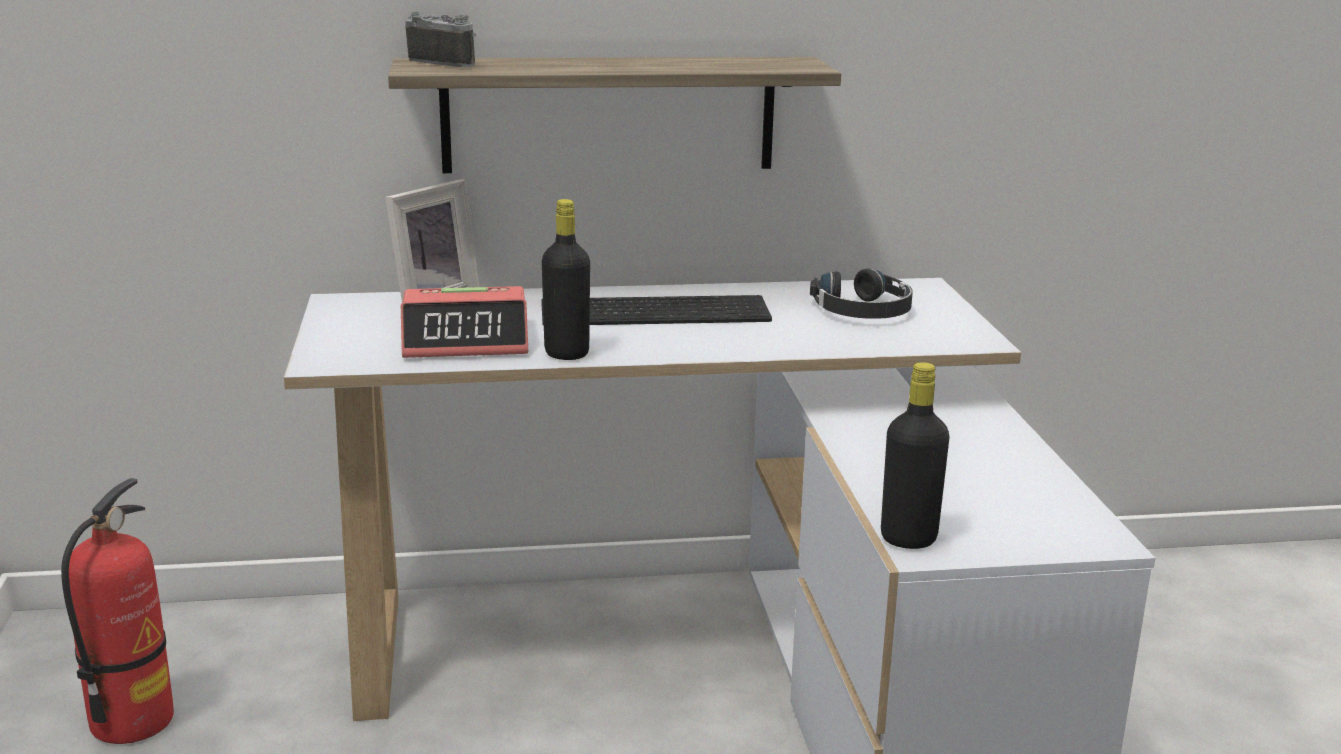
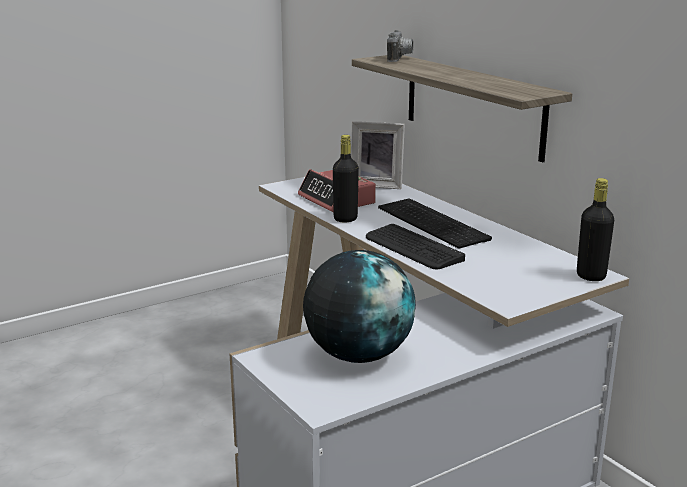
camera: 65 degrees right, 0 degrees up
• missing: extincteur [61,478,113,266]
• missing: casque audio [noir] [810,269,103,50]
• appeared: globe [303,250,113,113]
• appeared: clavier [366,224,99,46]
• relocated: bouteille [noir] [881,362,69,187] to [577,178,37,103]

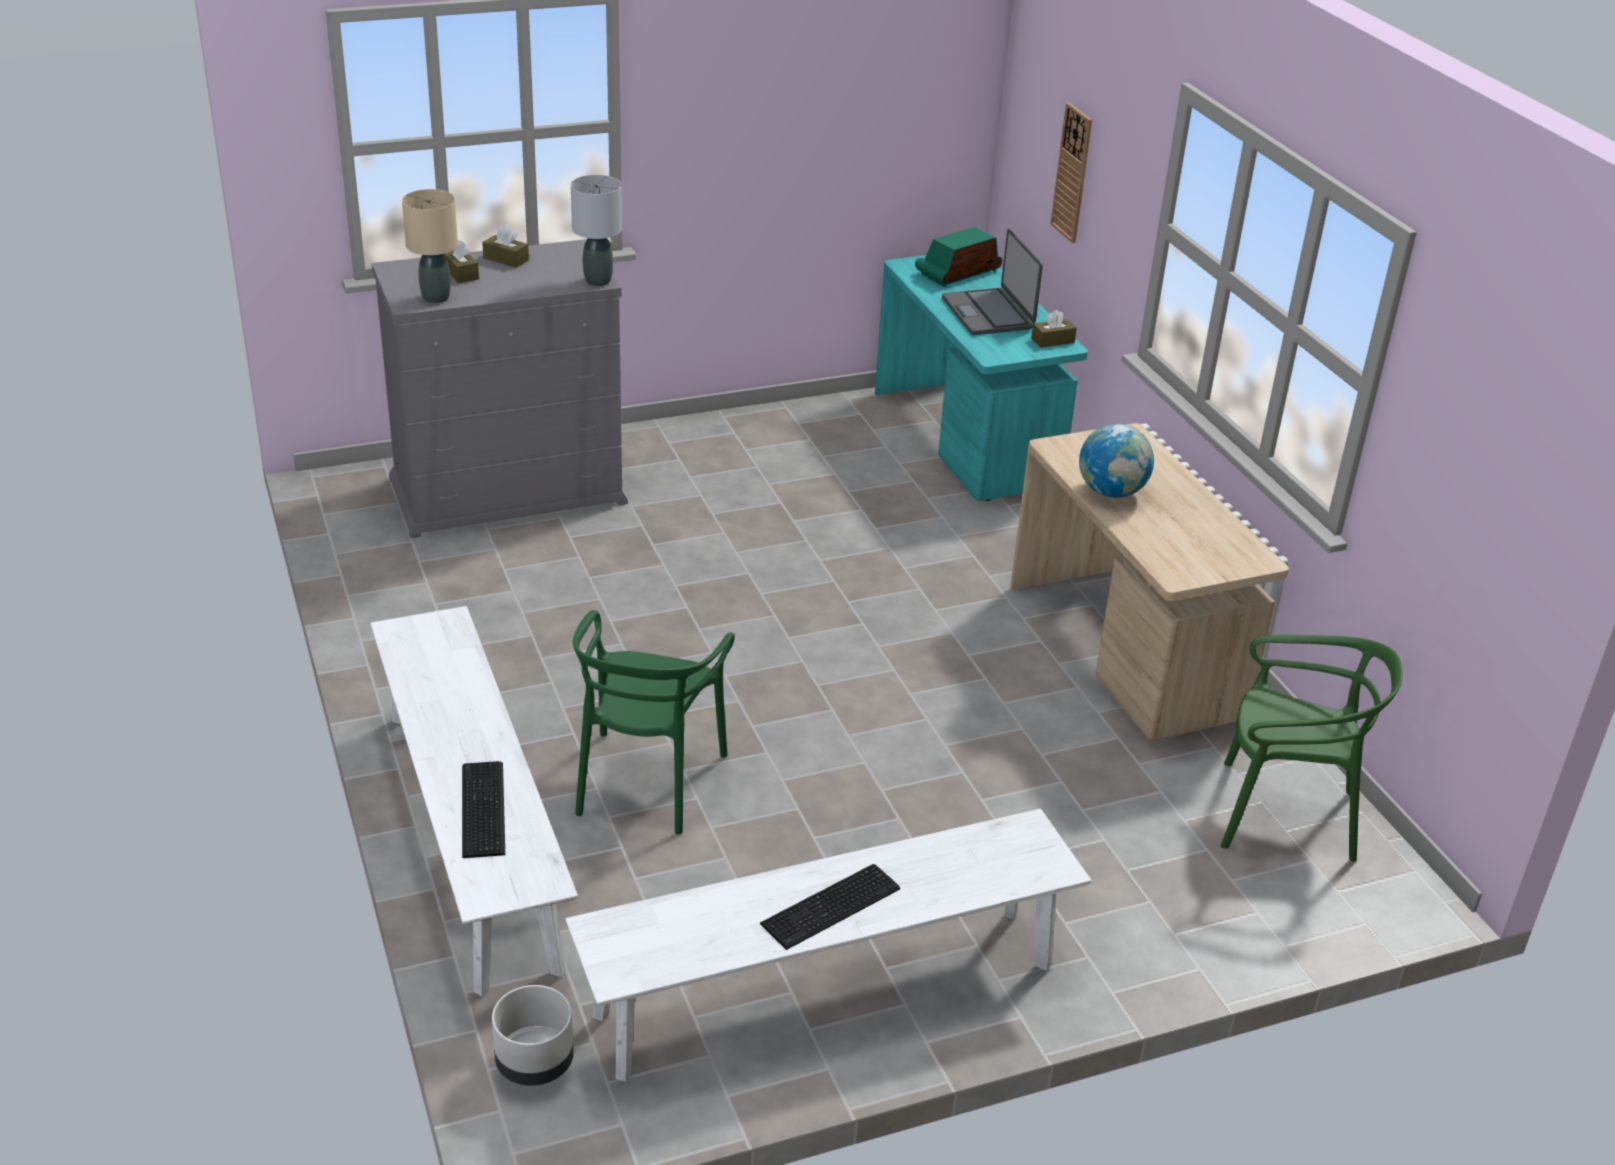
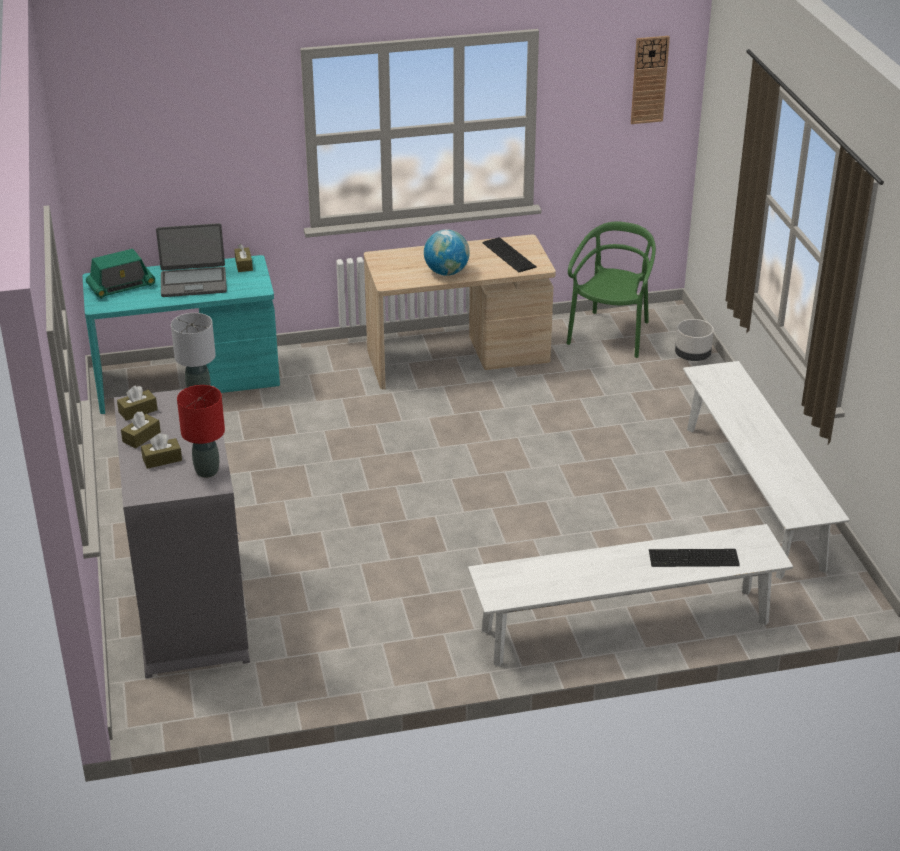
camera: 80 degrees left, 0 degrees up
• missing: chaise [vert] [573,610,162,224]
• appeared: boîte à mouchoirs [marron] [117,386,41,35]
• relocated: cache-pot [gris] [492,985,82,101] to [675,319,39,42]
• relocated: clavier [760,864,140,86] to [483,237,54,35]
• relocated: horloge murale [1051,103,41,140] to [631,36,39,88]
• colour: lampe de table [beige] [402,189,56,114] to lampe de table [rouge] [177,385,48,93]
• spun: radio [915,227,87,60] = [86,249,69,50] 90 degrees counterclockwise

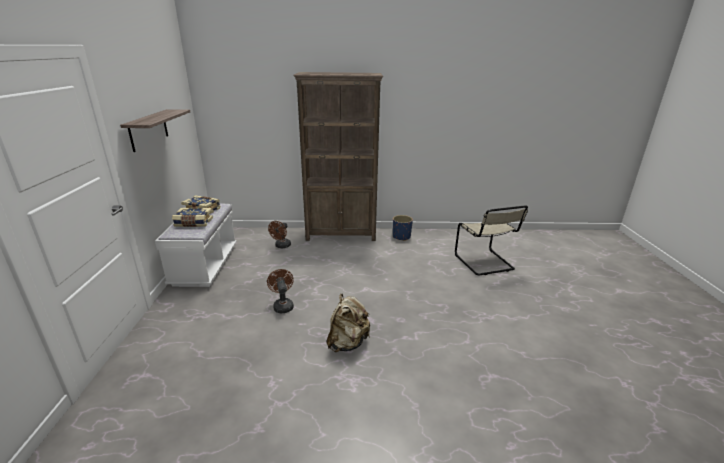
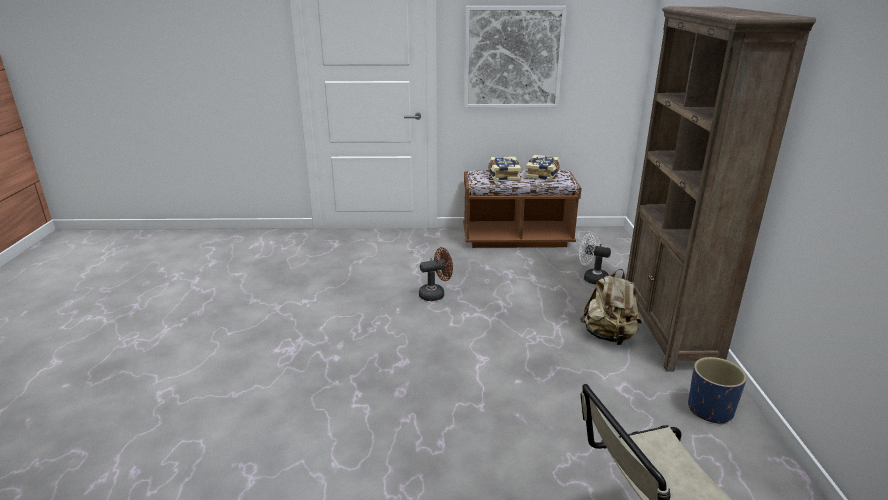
camera: 90 degrees right, 0 degrees up
• relocated: sac à dos [beige] [327,294,43,58] to [580,269,62,76]
• exchanged: étagère [120,109,70,43] to tableau [464,6,103,102]
• colour: banc [blanc] [155,204,82,83] to banc [marron] [463,170,118,78]
• colour: ventilateur [marron] [268,221,23,27] to ventilateur [blanc] [579,233,32,51]

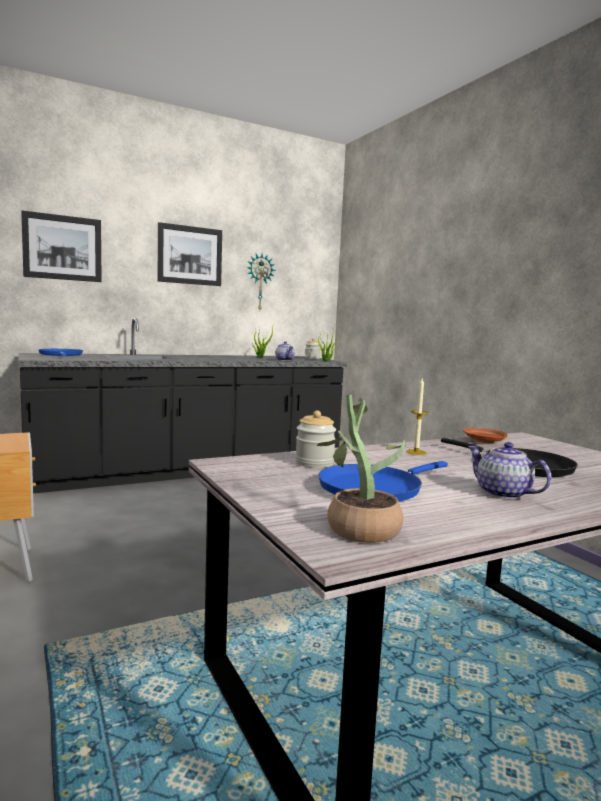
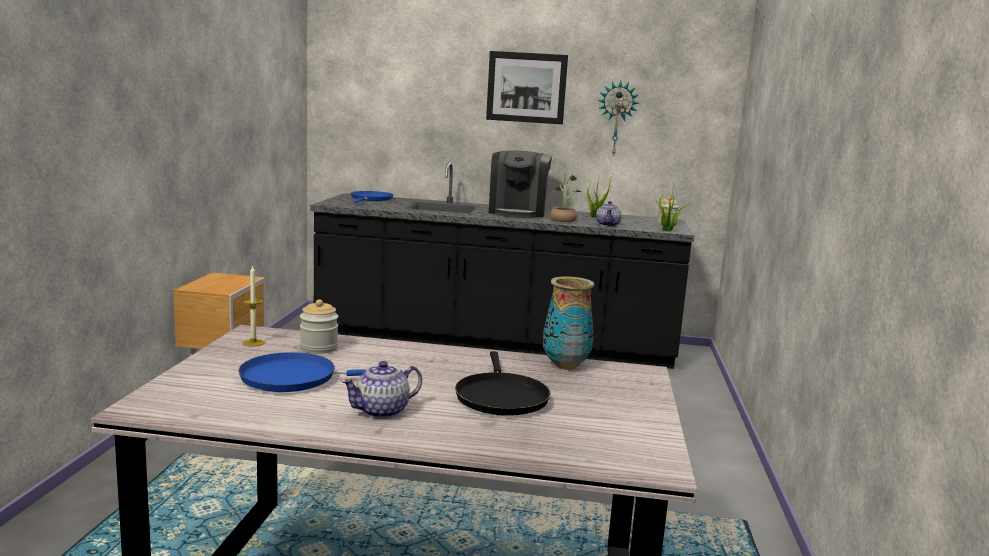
camera: 35 degrees right, 5 degrees up
• missing: tableau [21,210,81,72]
• appeared: machine à café [489,150,63,68]
• relocated: plante en pot [317,395,89,148] to [550,171,31,51]
• relocated: bougie [406,378,22,77] to [243,265,22,82]
• exchanged: assiette [marron] [463,428,45,15] to vase [543,276,52,93]
• spun: théière [467,442,85,57] = [341,361,81,58] 120 degrees counterclockwise

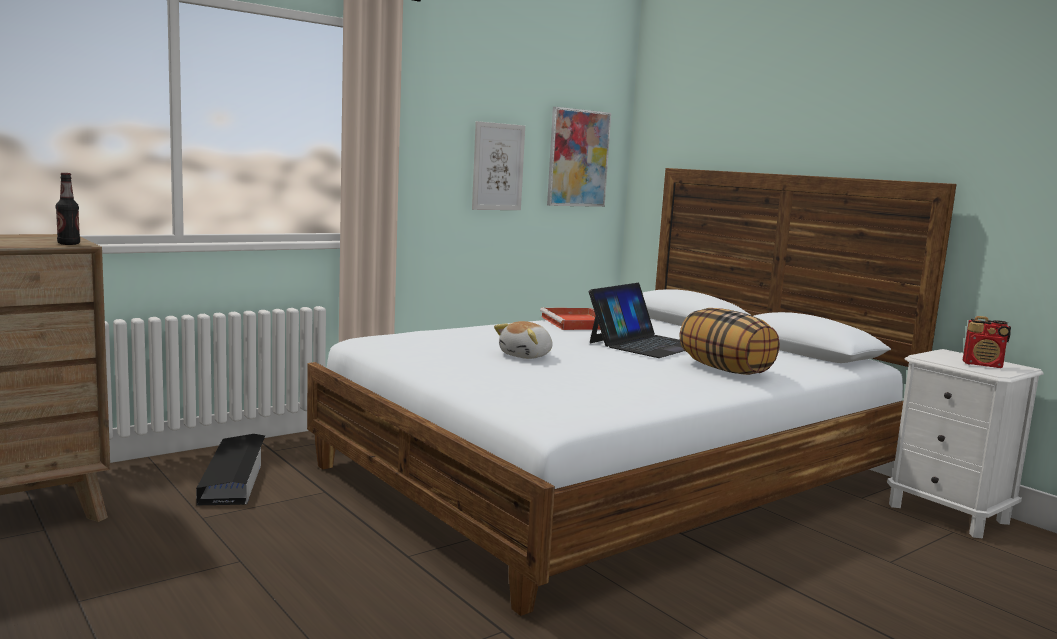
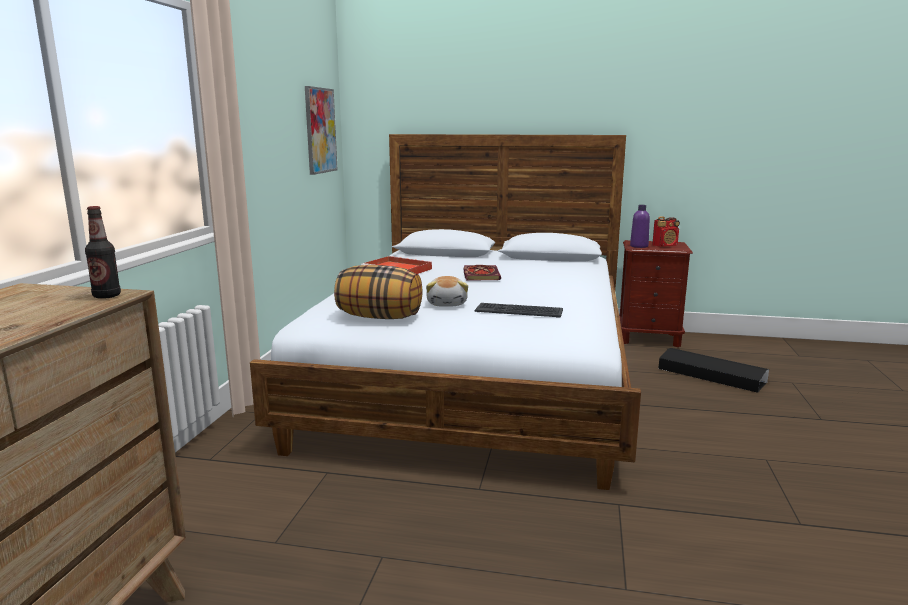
camera: 40 degrees left, 5 degrees up
• missing: tableau [472,121,53,89]
• appeared: clavier [475,303,88,15]
• appeared: bouteille [violet] [630,205,20,43]
• relocated: boîte de rangement [noir] [196,434,69,71] to [658,348,111,45]
• relocated: coussin [680,308,99,67] to [334,265,89,54]
• exchanged: ordinateur portable [589,283,96,75] to livre [463,265,38,16]
• colour: table de chevet [blanc] [887,349,157,189] to table de chevet [marron] [619,240,74,107]

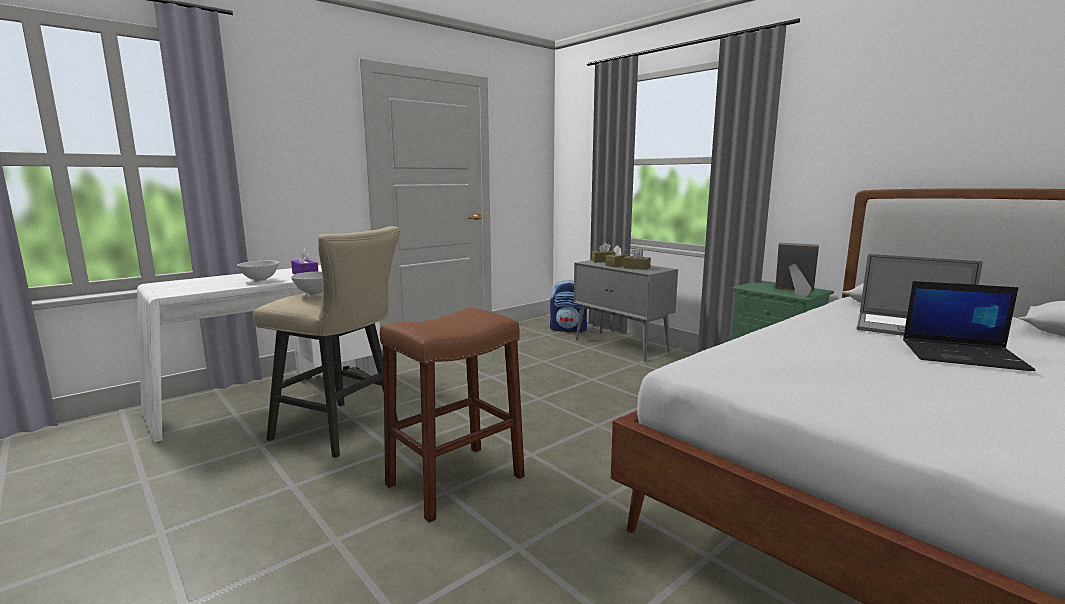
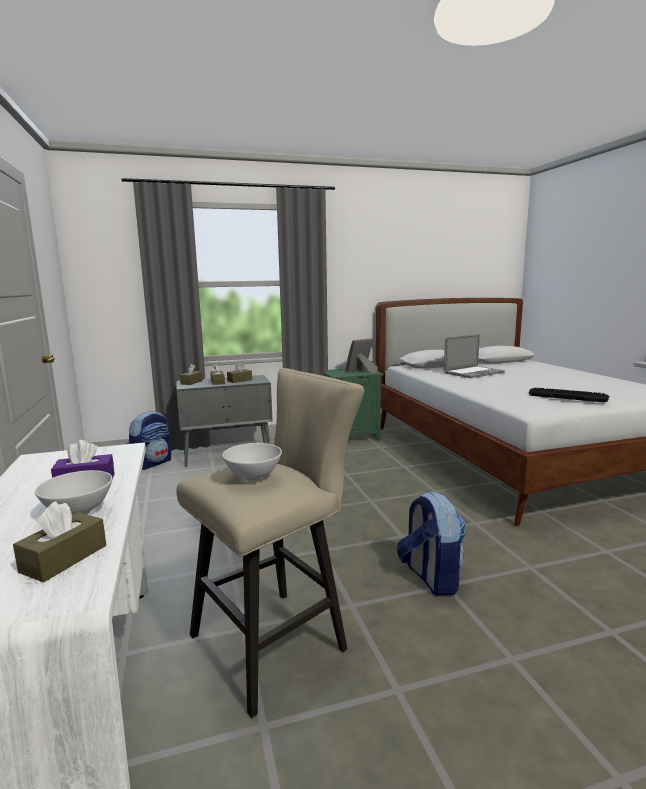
camera: 65 degrees left, 0 degrees up
• missing: ordinateur portable [903,281,132,90]
• appeared: boîte à mouchoirs [marron] [13,501,93,81]
• appeared: clavier [529,387,81,15]
• exchanged: tabouret [marron] [380,308,145,215] to sac à dos [397,491,69,105]

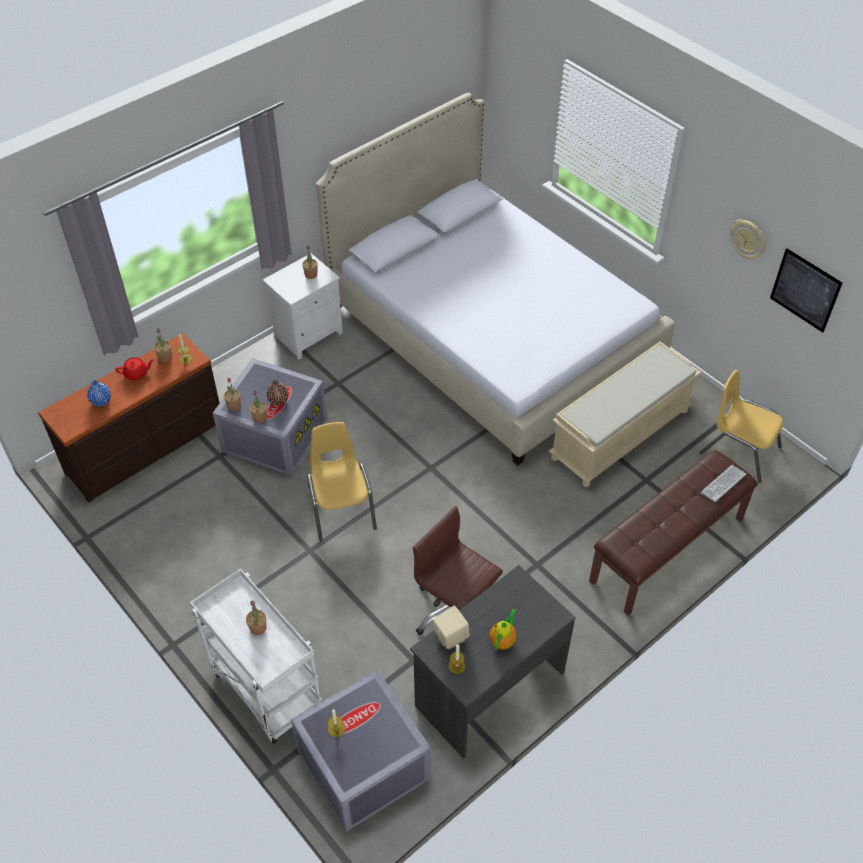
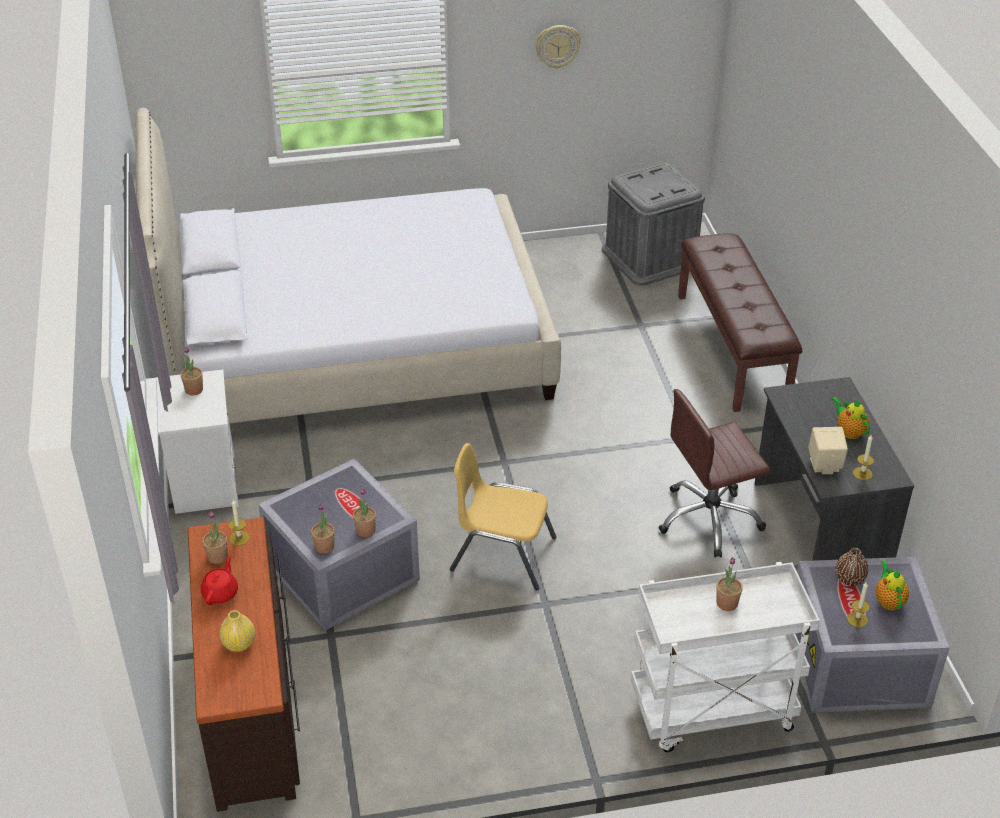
camera: 60 degrees left, 10 degrees down
• missing: banc [beige] [549,342,152,145]
• missing: clavier [701,465,45,37]
• missing: tableau [770,248,73,84]
• appeared: théière [875,560,34,50]
• relocated: vase [marron] [266,380,22,25] to [836,548,33,38]
• exchanged: chaise [jaune] [700,370,83,113] to boîte de rangement [gris] [602,162,103,124]
• colour: vase [bleu] [87,380,24,26] to vase [jaune] [219,610,36,42]

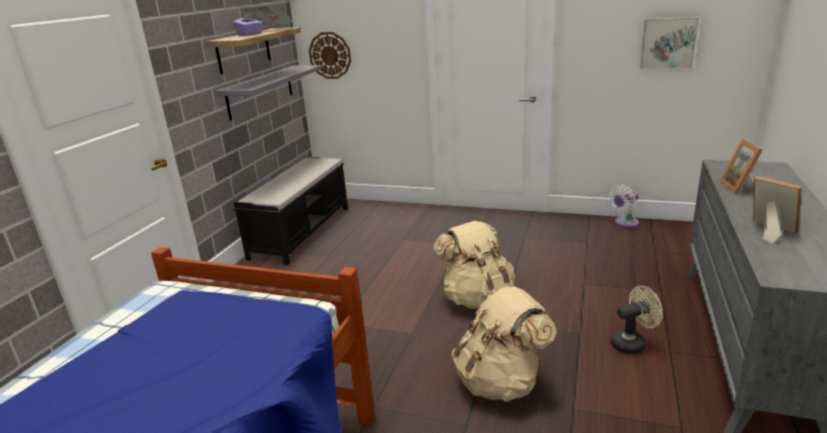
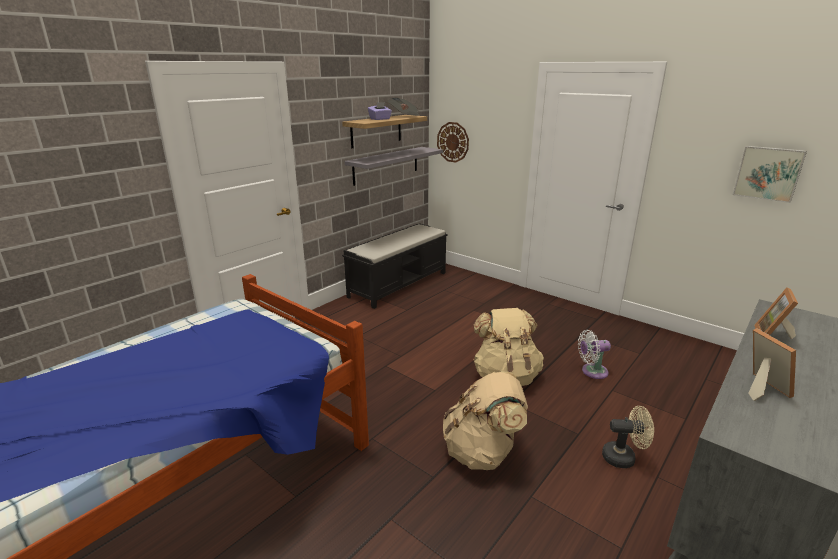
camera: 20 degrees right, 0 degrees up
• relocated: ventilateur [blanc] [609,185,30,42] to [578,330,33,49]

